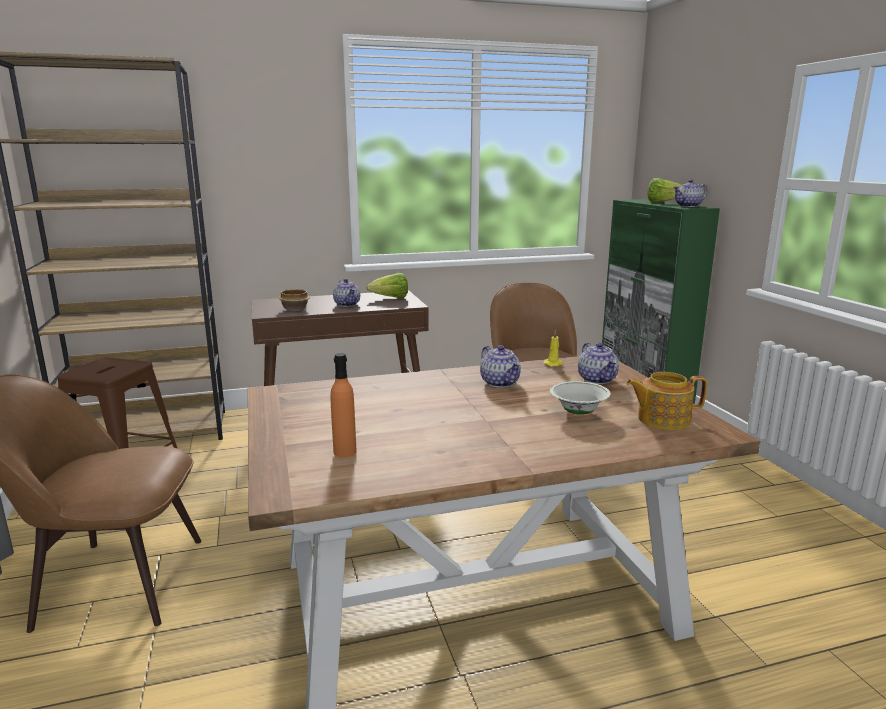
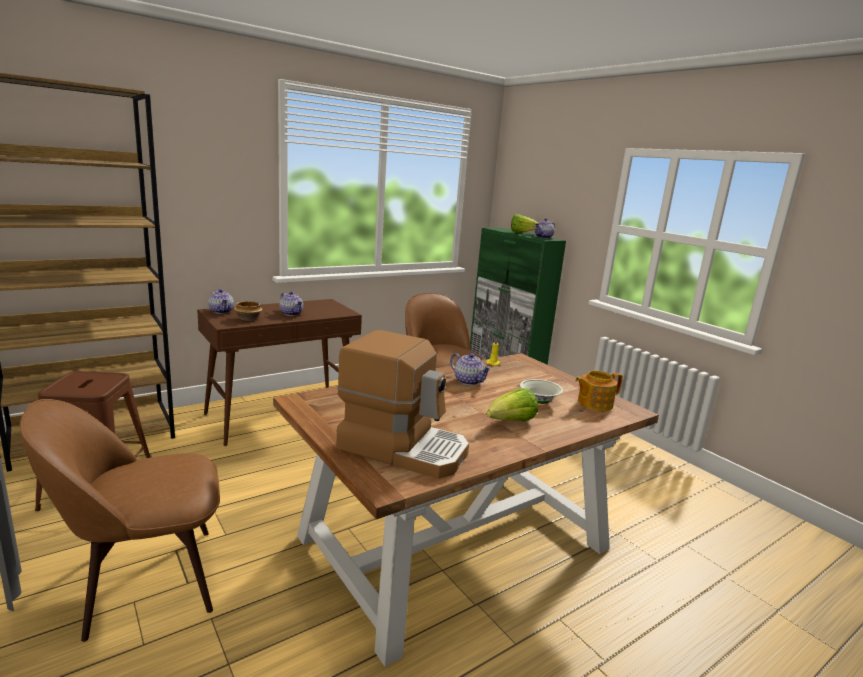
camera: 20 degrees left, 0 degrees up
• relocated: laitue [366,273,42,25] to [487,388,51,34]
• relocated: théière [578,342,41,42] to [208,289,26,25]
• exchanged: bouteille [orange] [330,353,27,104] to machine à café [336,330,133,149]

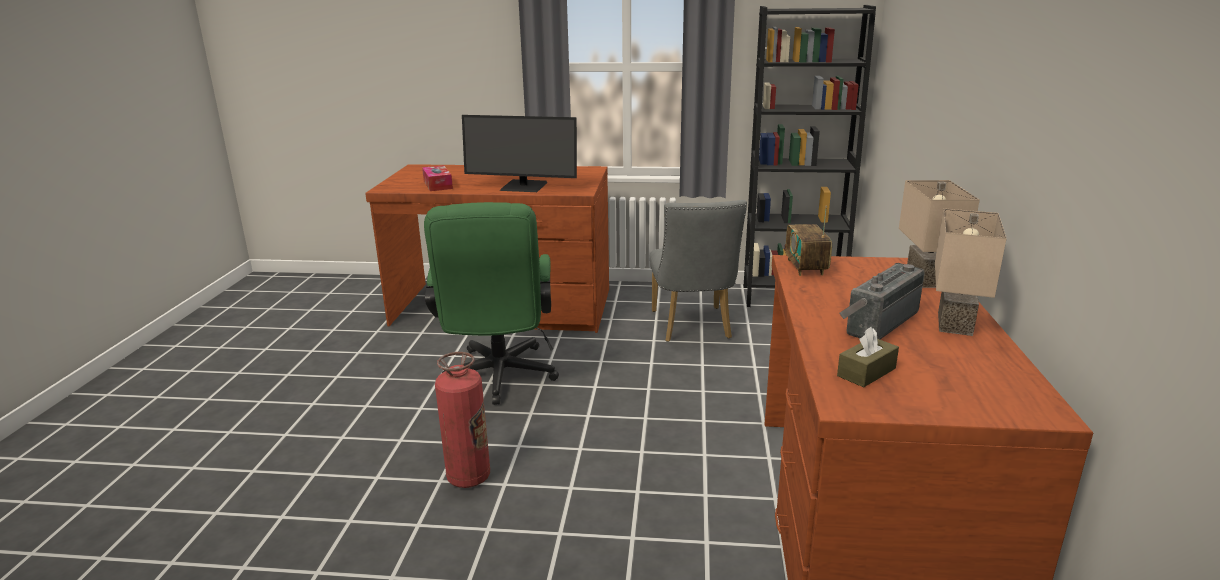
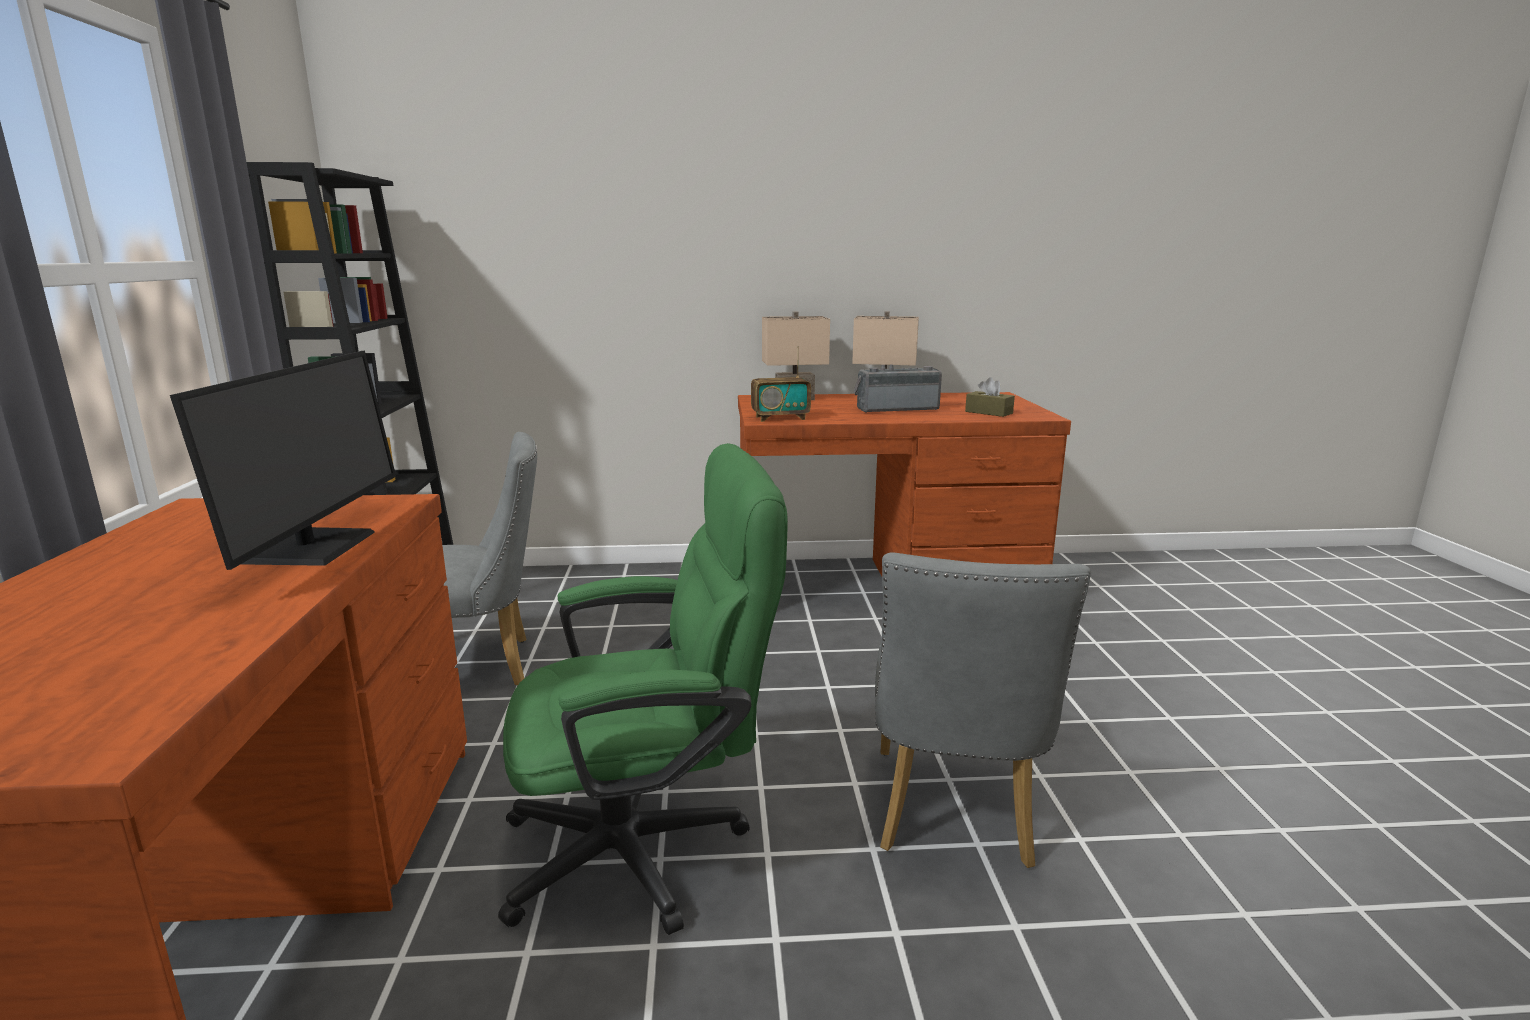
camera: 100 degrees left, 5 degrees down
• missing: boîte à mouchoirs [422,165,31,26]
• exchanged: extincteur [435,352,55,136] to chaise [gris] [875,552,216,316]
• spun: radio [839,263,85,76] = [854,364,88,49] 135 degrees clockwise

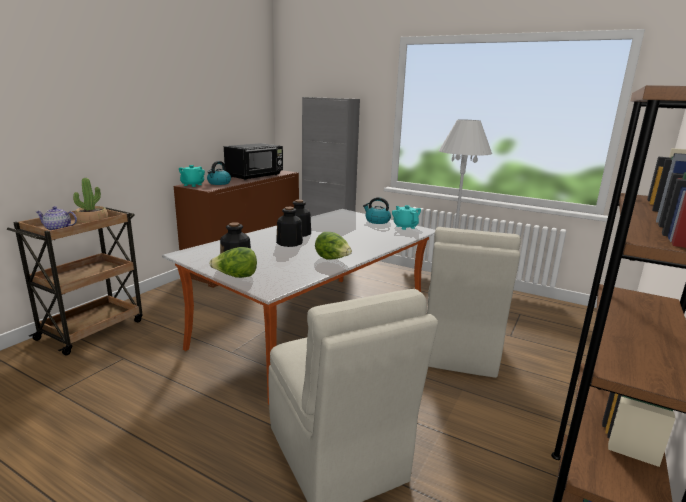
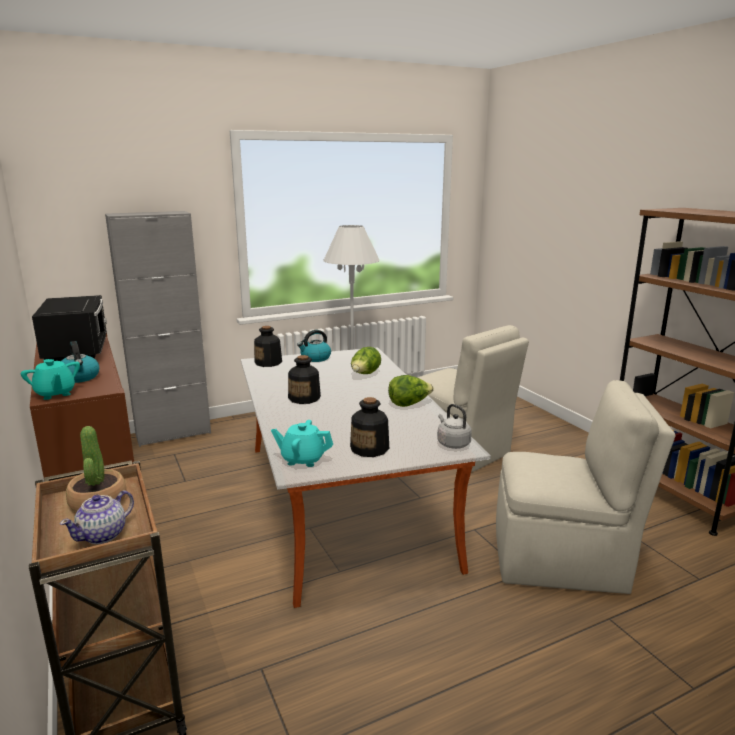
camera: 55 degrees left, 0 degrees up
• appeared: bouilloire [gris] [437,404,35,45]
• relocated: laitue [209,247,48,31] to [351,347,30,27]
• relocated: bouteille [276,207,27,40] to [254,326,28,41]
• relocated: théière [turquoise] [392,205,29,25] to [271,420,62,47]

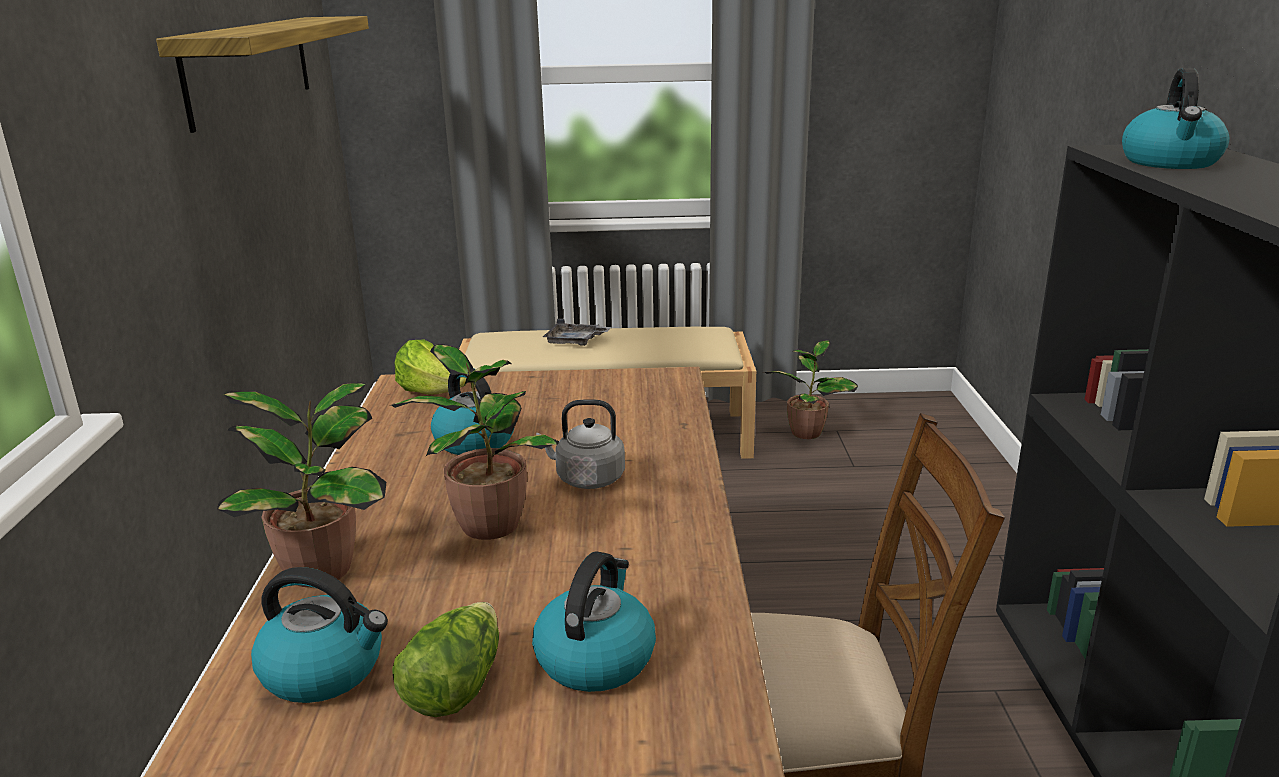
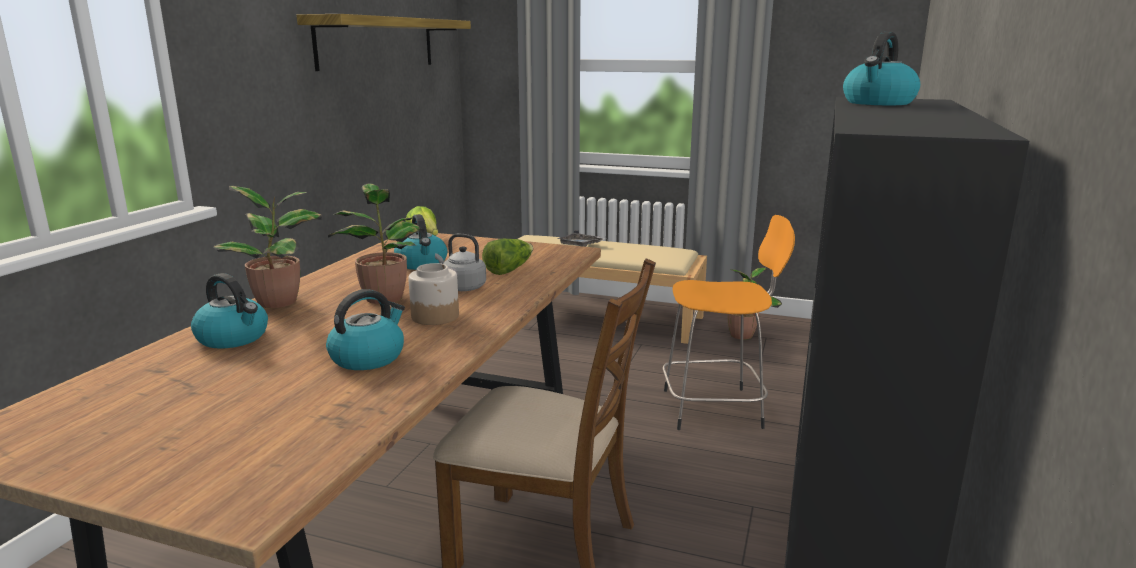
camera: 20 degrees right, 5 degrees down
• appeared: bocal [408,263,51,62]
• appeared: tabouret [orange] [663,215,132,215]
• relocated: laitue [392,602,107,115] to [482,239,51,36]

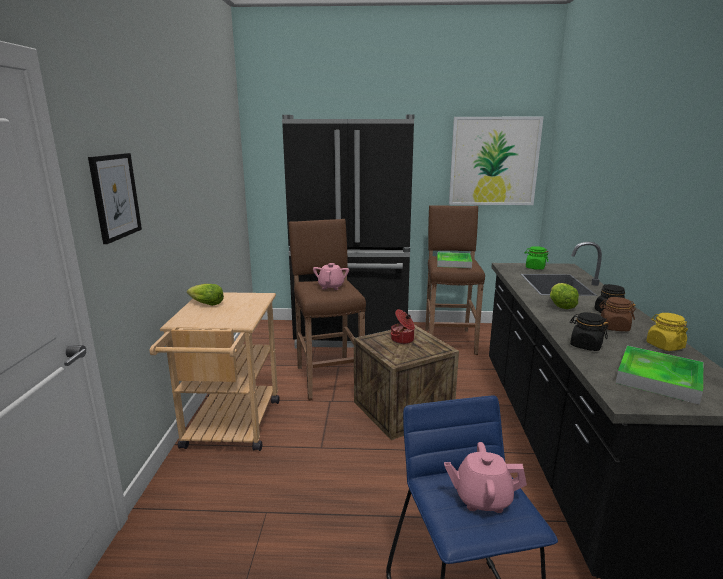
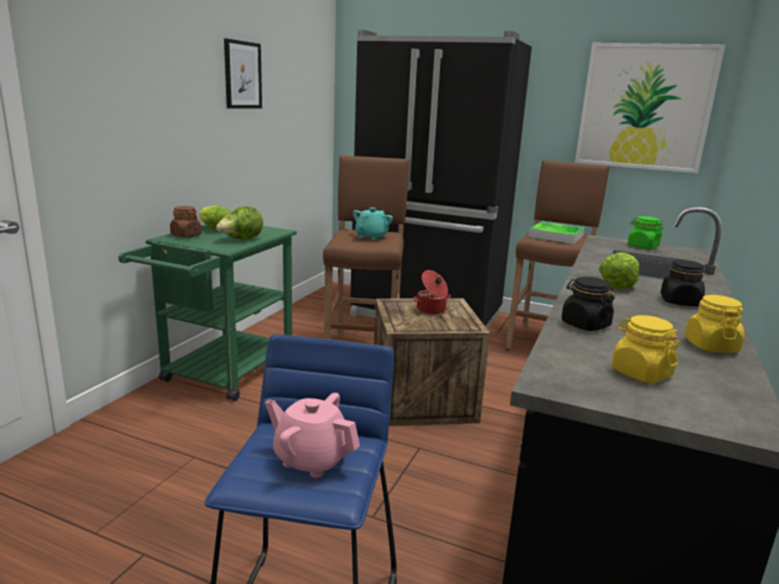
camera: 20 degrees right, 0 degrees up
• appeared: laitue [216,206,47,33]
• relocated: tableau [88,153,54,91] to [224,38,38,71]
• relocated: bocal [marron] [599,297,37,34] to [170,206,32,32]
• exchanged: plateau [616,346,88,59] to bocal [jaune] [611,315,69,68]
• colour: chariot [beige] [150,292,130,159] to chariot [vert] [118,224,179,177]
• colour: théière [rose] [313,263,36,27] to théière [turquoise] [353,207,40,33]

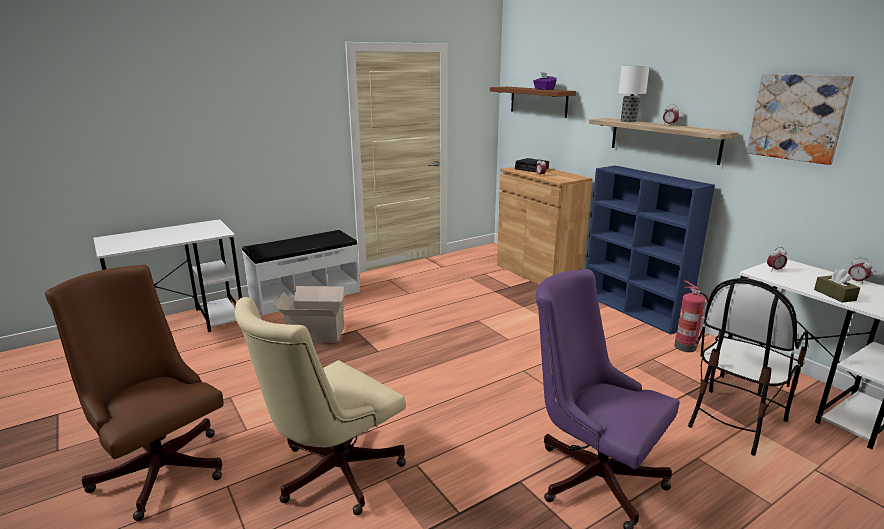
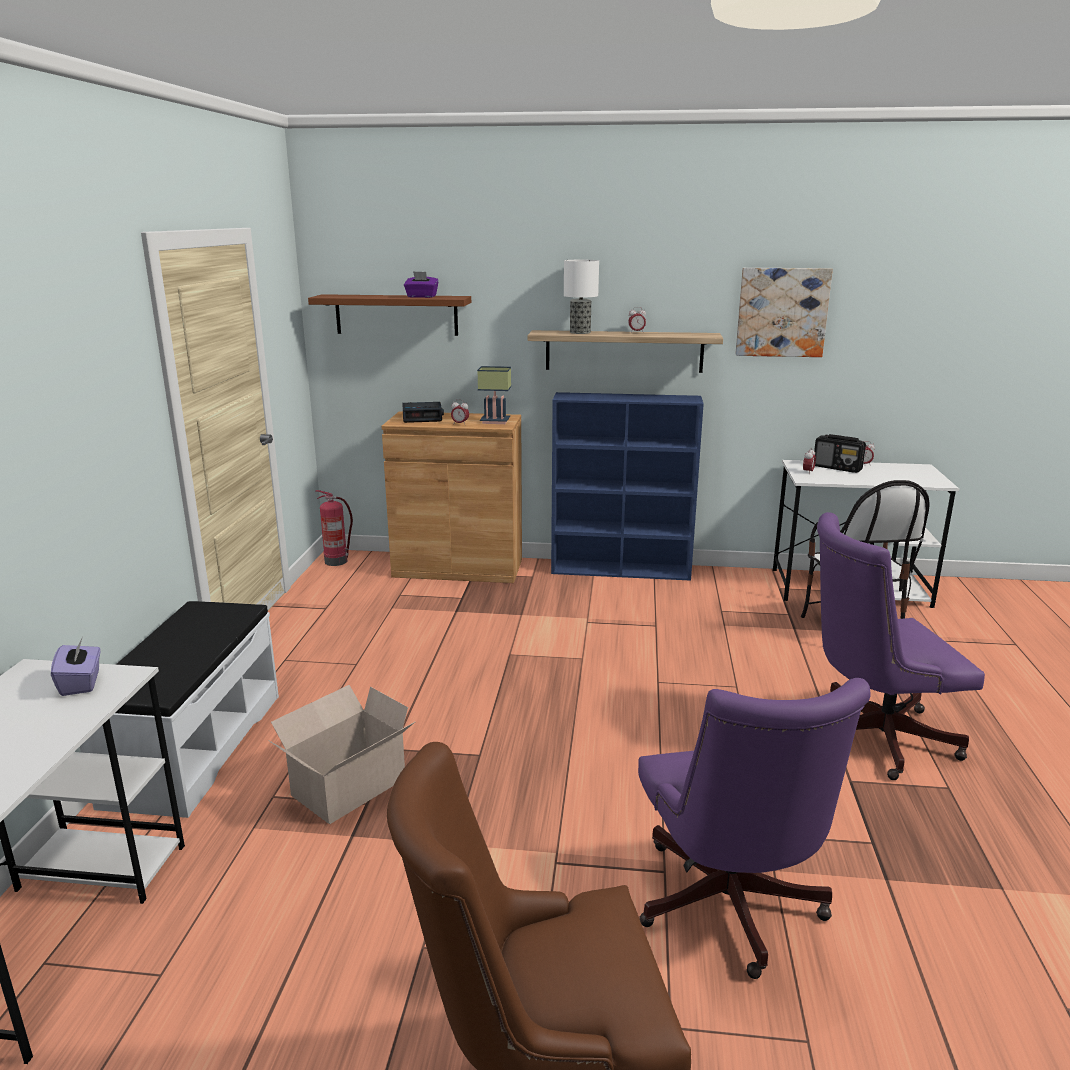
camera: 50 degrees left, 0 degrees up
• missing: boîte à mouchoirs [marron] [814,269,46,34]
• appeared: boîte à mouchoirs [violet] [51,637,49,59]
• appeared: lampe de table [477,366,34,58]
• appeared: radio [814,434,52,39]
• relocated: extincteur [674,280,35,72] to [316,490,37,76]
• colour: chaise de bureau [beige] [235,297,171,218] to chaise de bureau [violet] [638,678,233,301]

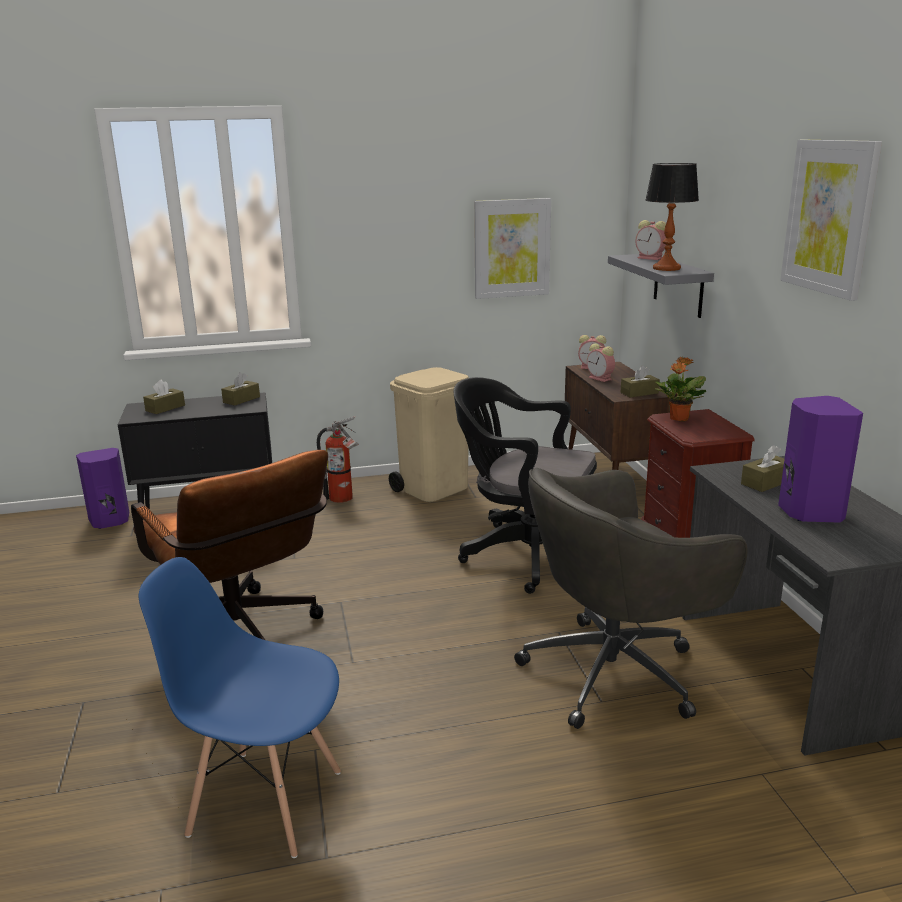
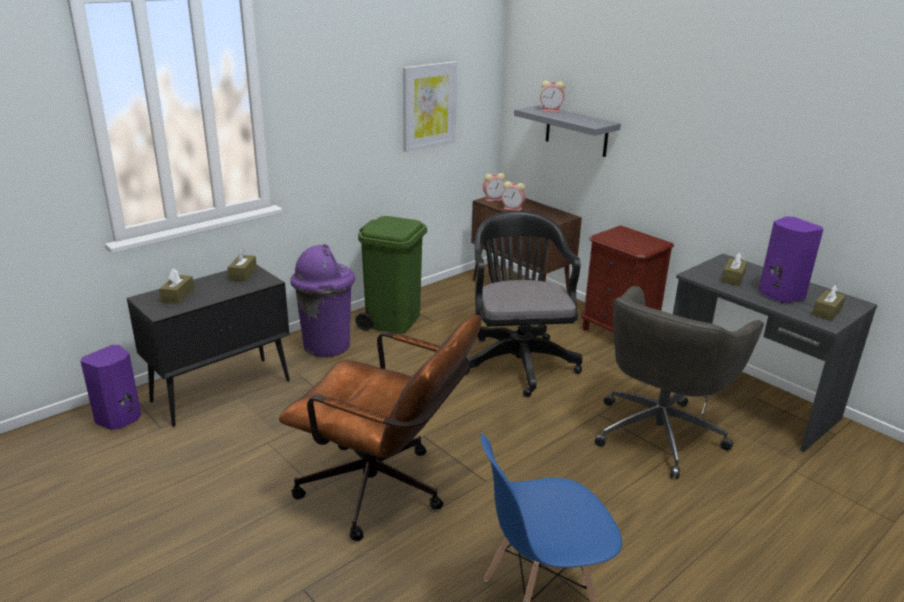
camera: 30 degrees left, 5 degrees up
• missing: lampe de table [645,163,54,108]
• missing: plante en pot [655,357,51,64]
• missing: tableau [780,140,102,161]
• relocated: boîte à mouchoirs [marron] [621,366,39,32] to [812,285,34,36]
• exchanged: extincteur [317,416,42,87] to poubelle [violet] [290,244,65,113]
• colour: poubelle [beige] [389,367,80,135] to poubelle [vert] [355,216,72,118]
• spun: chaise de bureau [noir] [454,377,143,217] = [466,211,117,186] 90 degrees clockwise

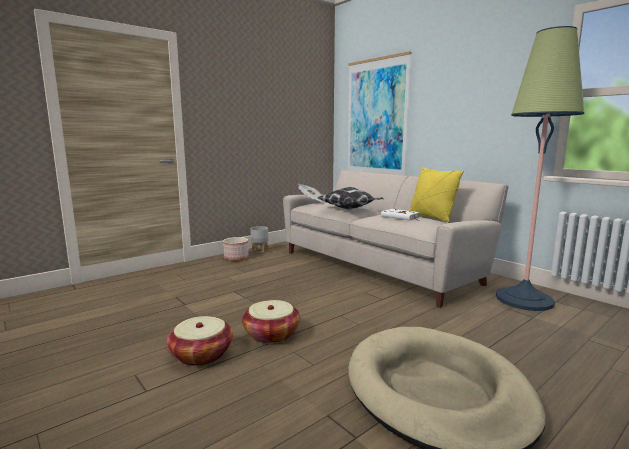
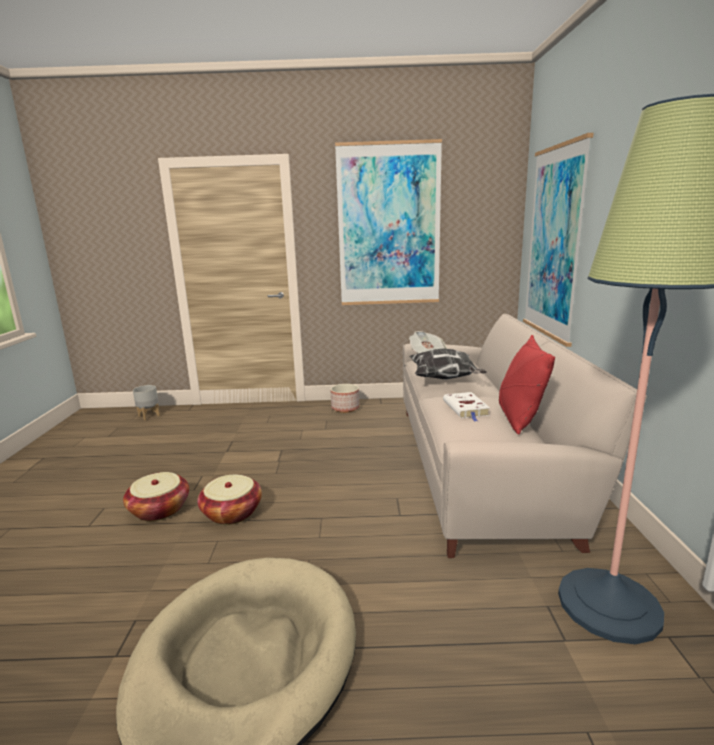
camera: 40 degrees right, 5 degrees up
• appeared: tableau [335,139,107,166]
• relocated: cache-pot [gris] [250,226,18,27] to [133,385,27,35]
• colour: coussin [jaune] [409,167,55,55] to coussin [rouge] [499,335,56,100]

